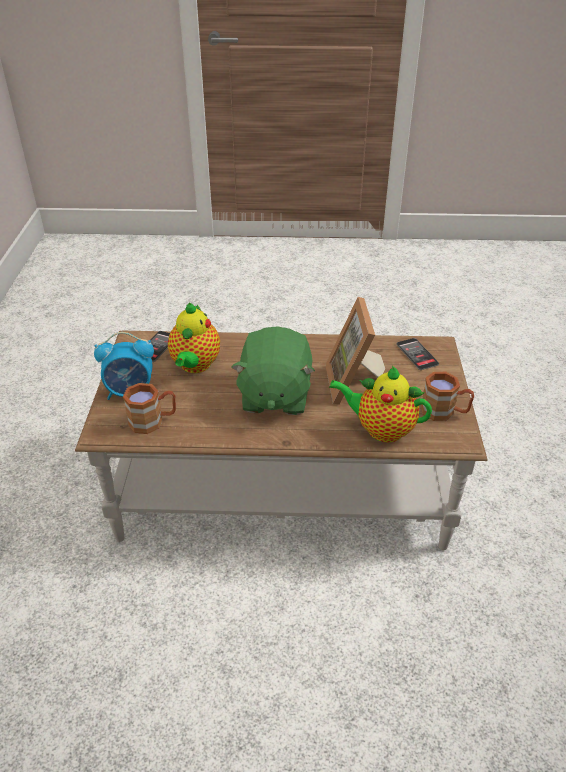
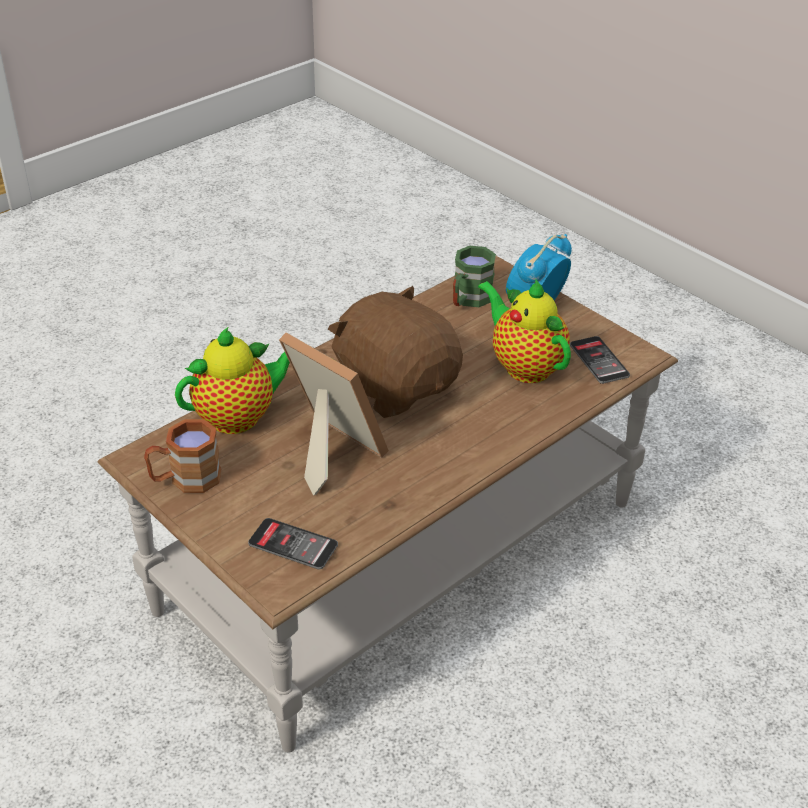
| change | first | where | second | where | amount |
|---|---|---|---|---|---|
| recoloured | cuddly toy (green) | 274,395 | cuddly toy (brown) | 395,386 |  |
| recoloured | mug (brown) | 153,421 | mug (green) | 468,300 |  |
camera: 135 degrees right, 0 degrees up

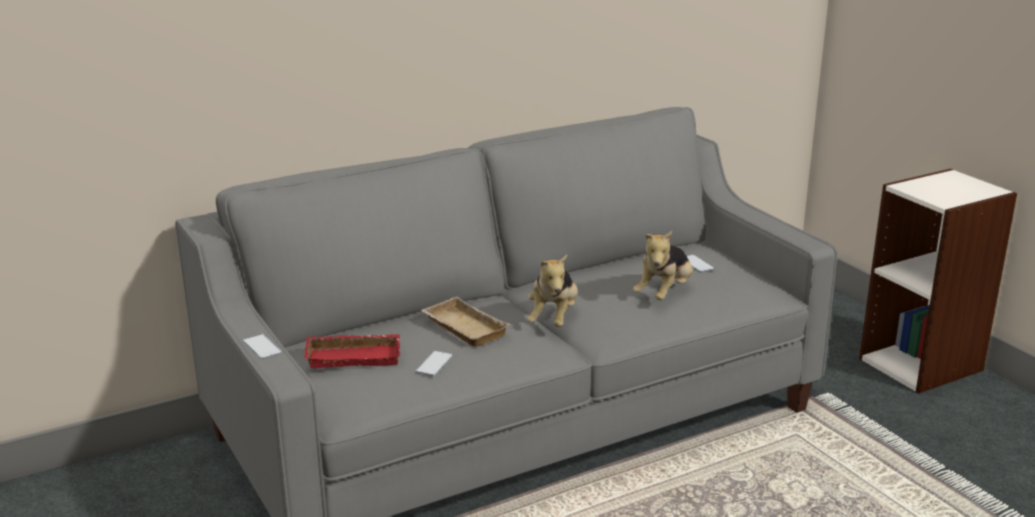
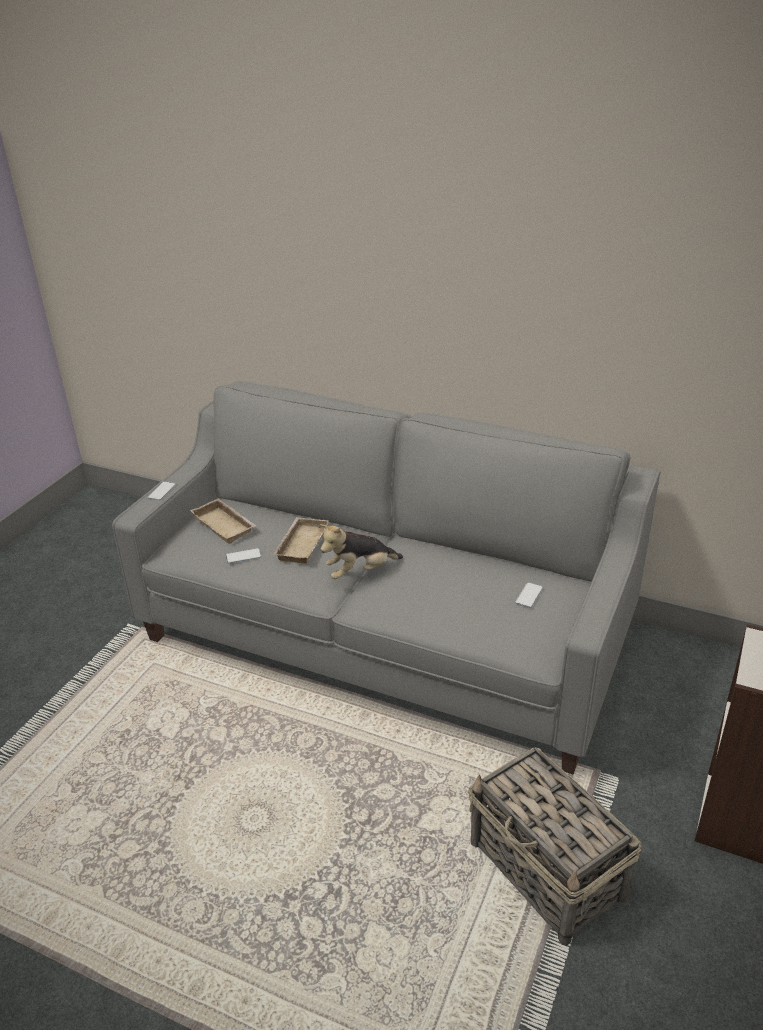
| change | first | where | second | where | amount |
|---|---|---|---|---|---|
| recoloured | carrying tray (reddish) | 355,356 | carrying tray (sand-coloured) | 226,525 |  |
| added |  |  | household basket | 547,871 |  |
| removed | cuddly toy | 664,293 |  |  |  |
camera: 55 degrees right, 10 degrees up

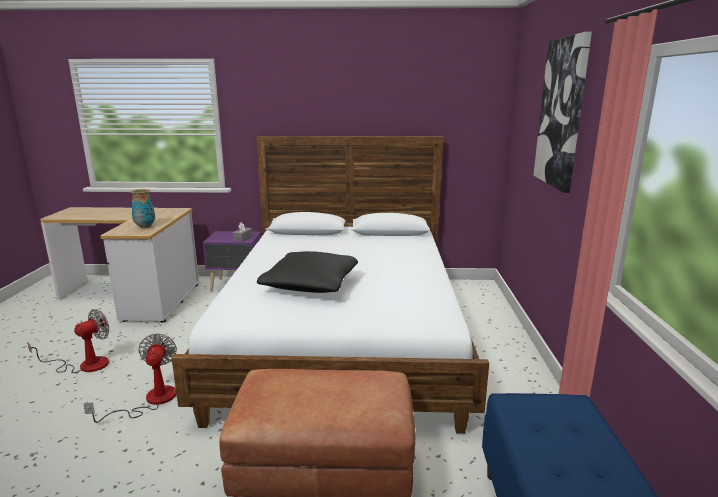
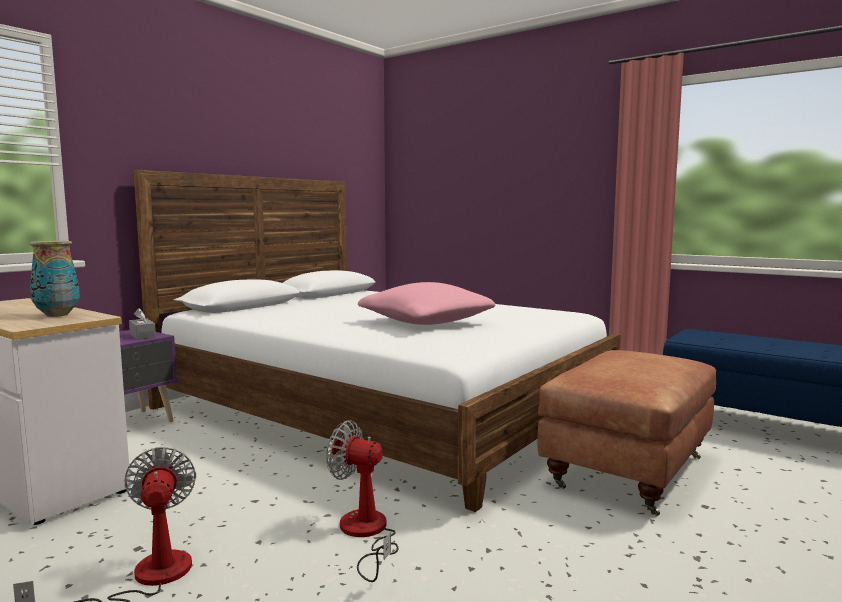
| change | first | where | second | where | amount |
|---|---|---|---|---|---|
| recoloured | pillow (black-coloured) | 311,285 | pillow (pink) | 426,322 |  |
| removed | wall picture | 562,113 |  |  |  |
camera: 55 degrees left, 10 degrees down

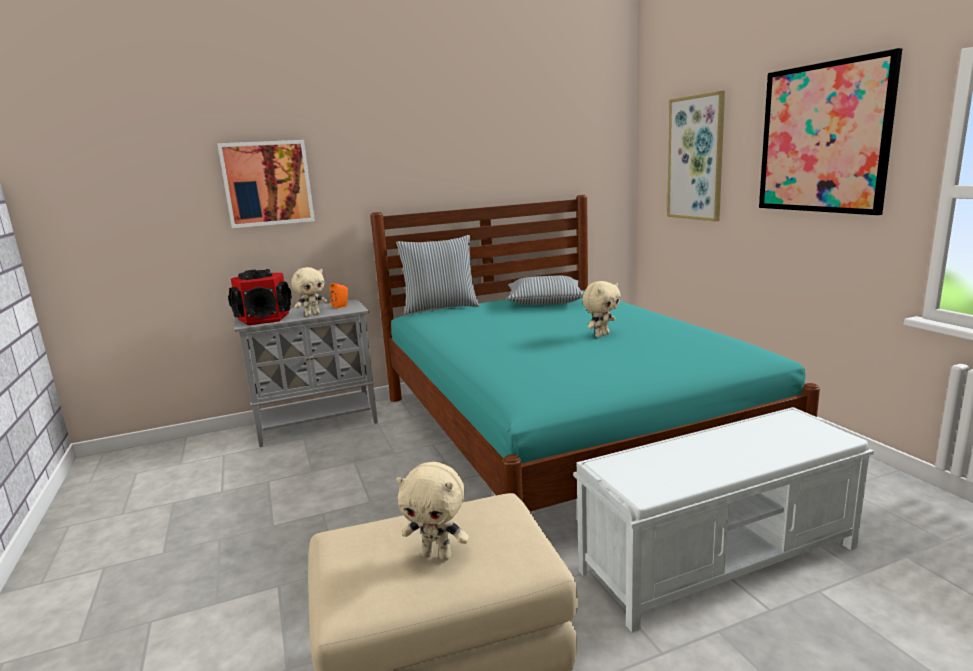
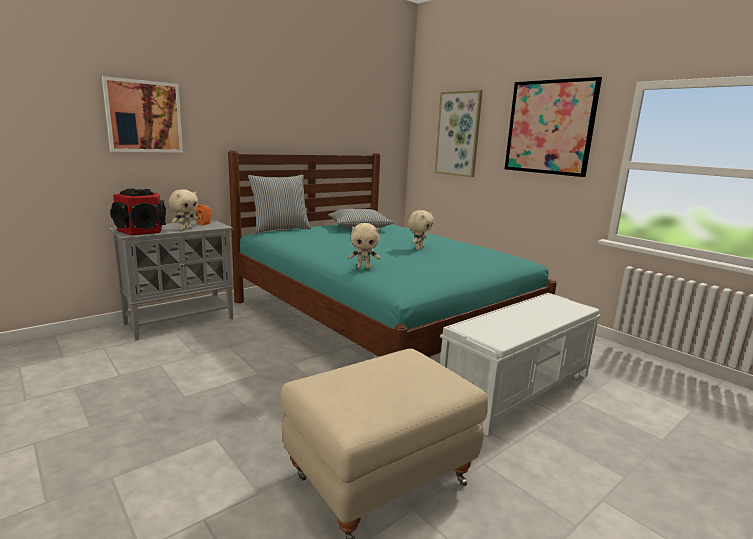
| change | first | where | second | where | amount |
|---|---|---|---|---|---|
| moved | cuddly toy (sand-coloured) | 437,555 |  | 364,268 |  |
camera: 20 degrees left, 0 degrees up

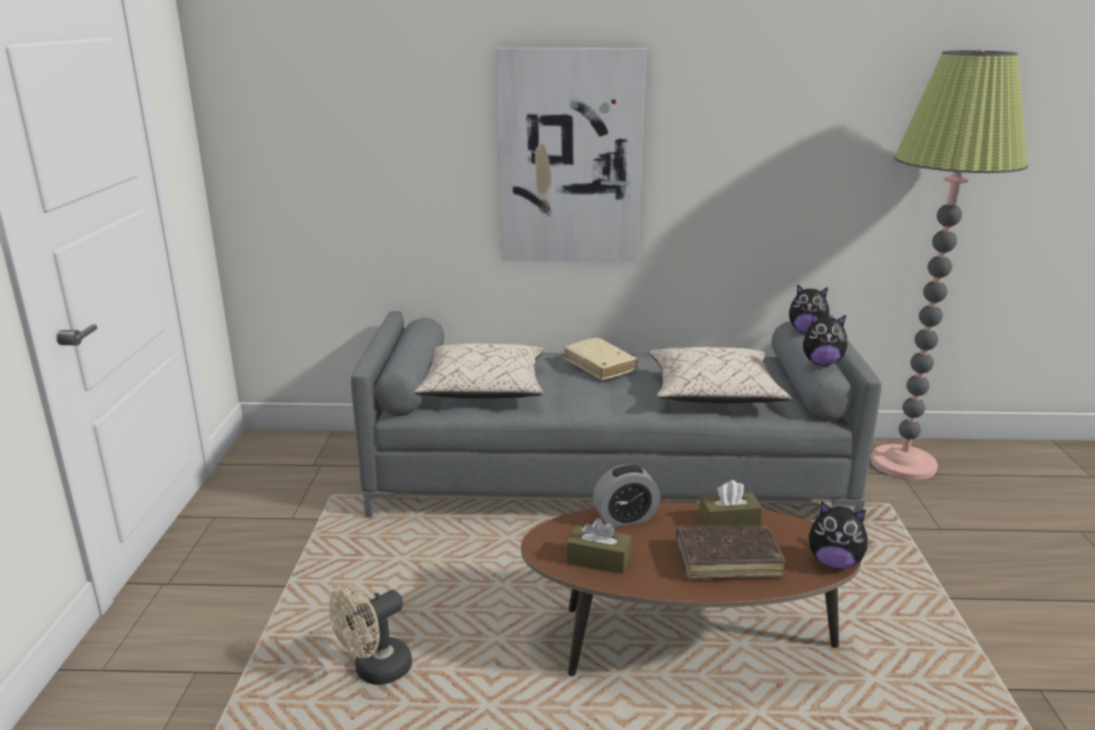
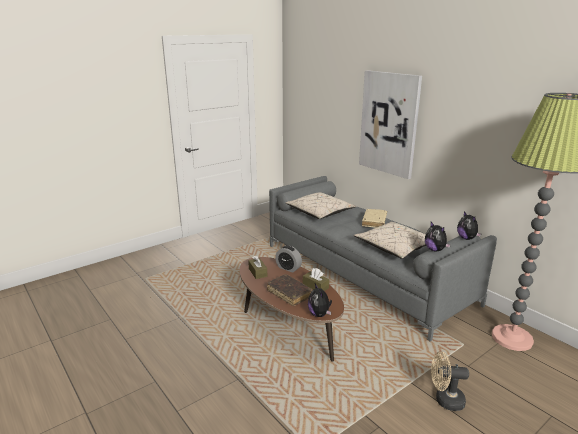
| change | first | where | second | where | amount |
|---|---|---|---|---|---|
| moved | electric fan (sand-coloured) | 375,671 |  | 445,400 |  |
camera: 50 degrees right, 0 degrees up

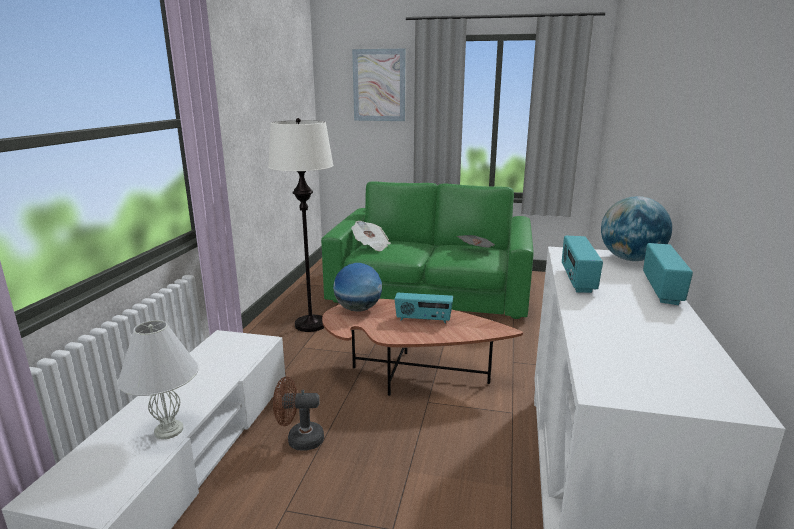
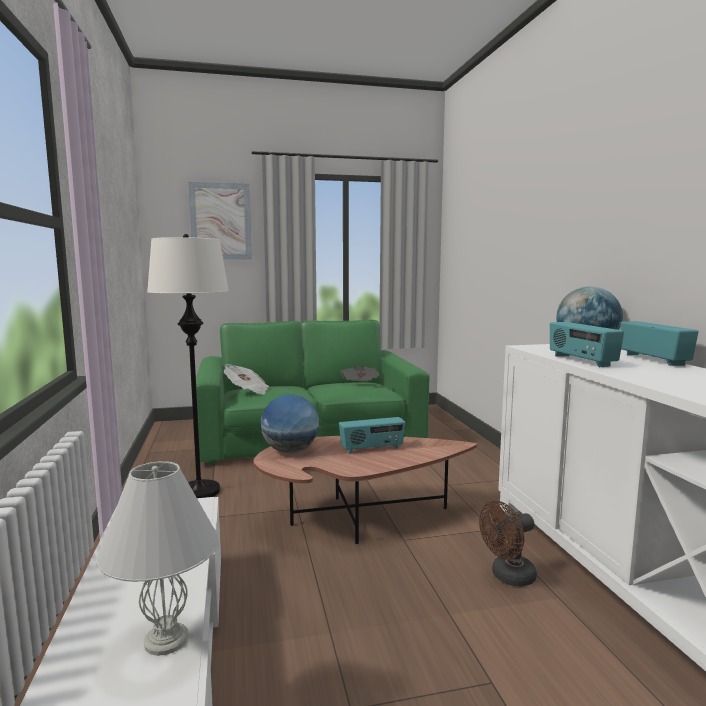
| change | first | where | second | where | amount |
|---|---|---|---|---|---|
| moved | electric fan (brown) | 299,440 |  | 508,577 |  |
camera: 25 degrees left, 10 degrees down

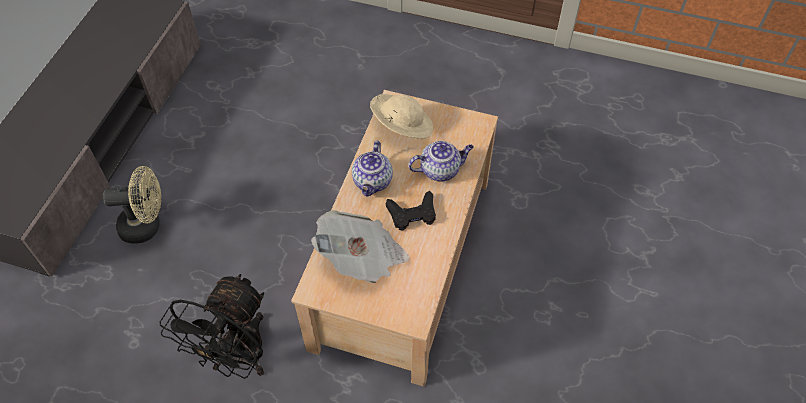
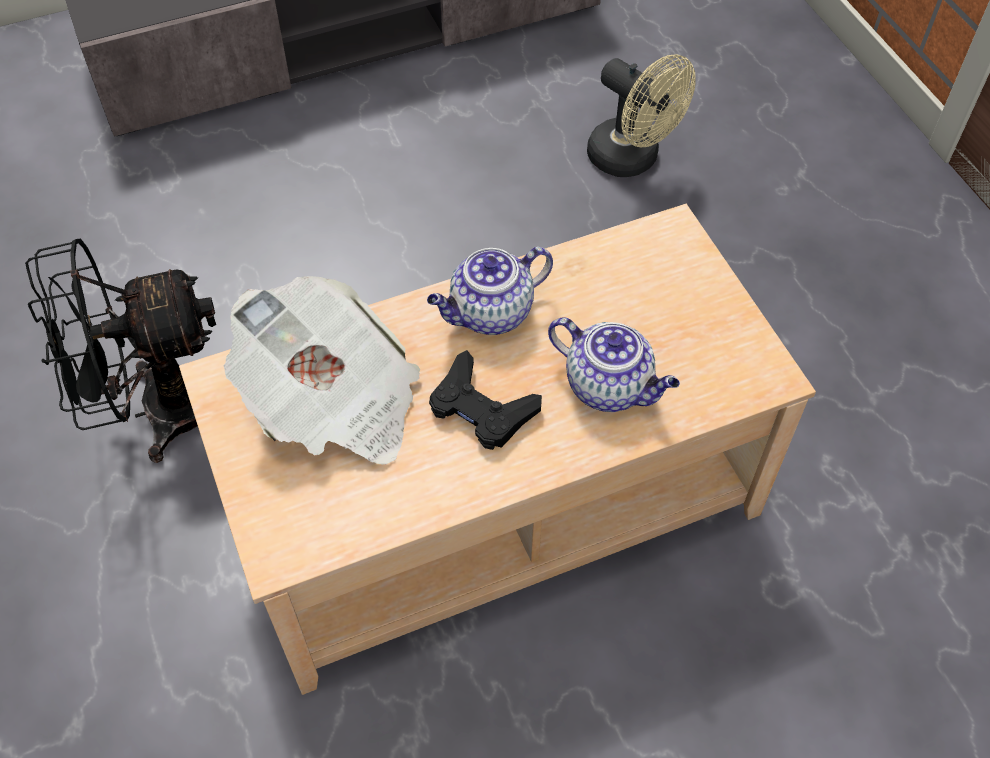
| change | first | where | second | where | amount |
|---|---|---|---|---|---|
| moved | electric fan (sand-coloured) | 147,225 |  | 632,159 |  |
| removed | hat (sand-coloured) | 401,126 |  |  |  |
camera: 50 degrees right, 0 degrees up

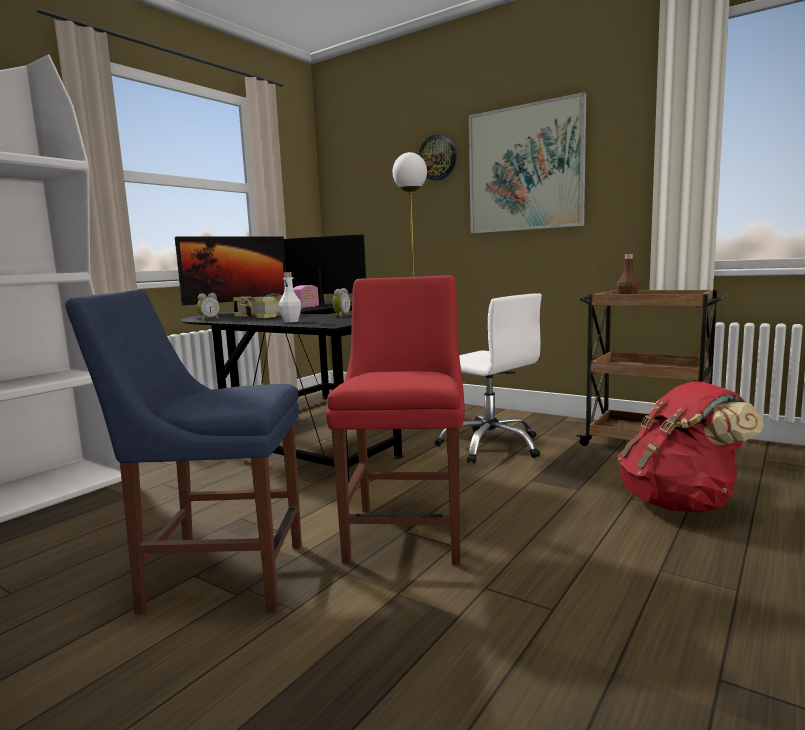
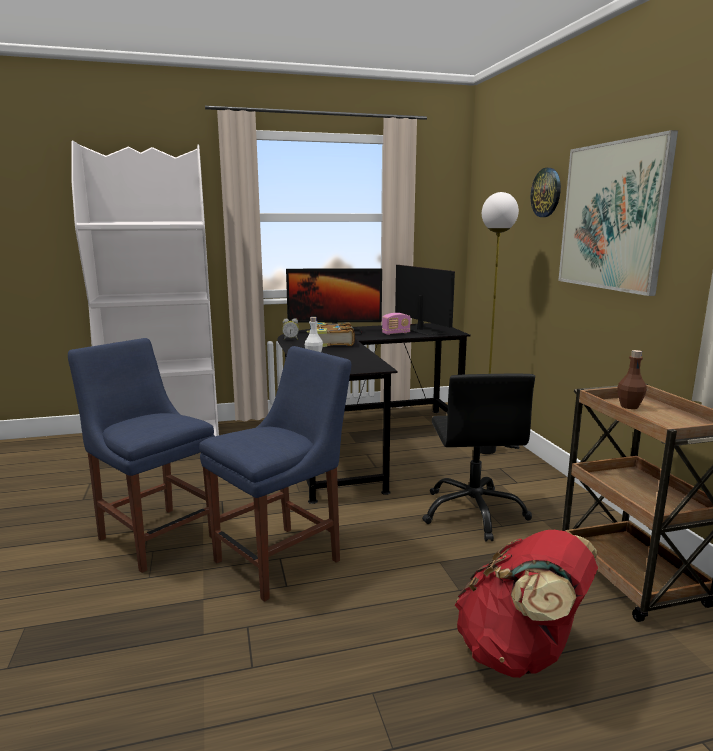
| change | first | where | second | where | amount |
|---|---|---|---|---|---|
| recoloured | chair (reddish) | 408,530 | chair (bluish) | 283,558 |  |
| recoloured | office chair (white) | 491,446 | office chair (black-coloured) | 473,512 |  |
| removed | table clock | 341,316 |  |  |  |
camera: 40 degrees right, 5 degrees up

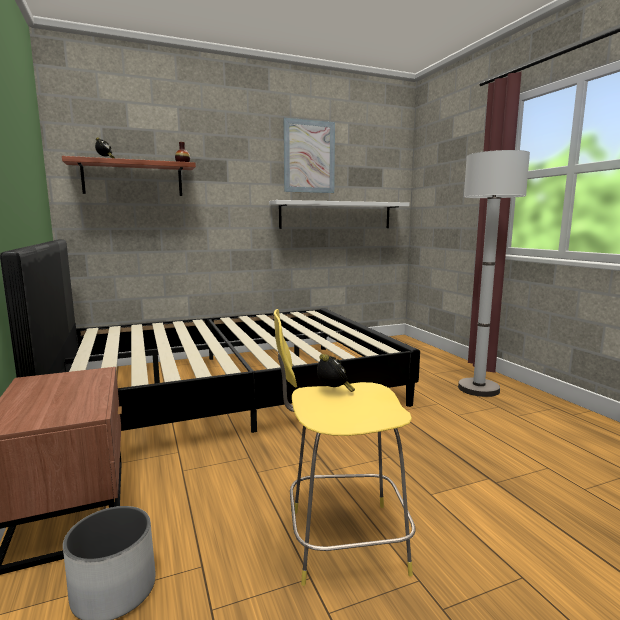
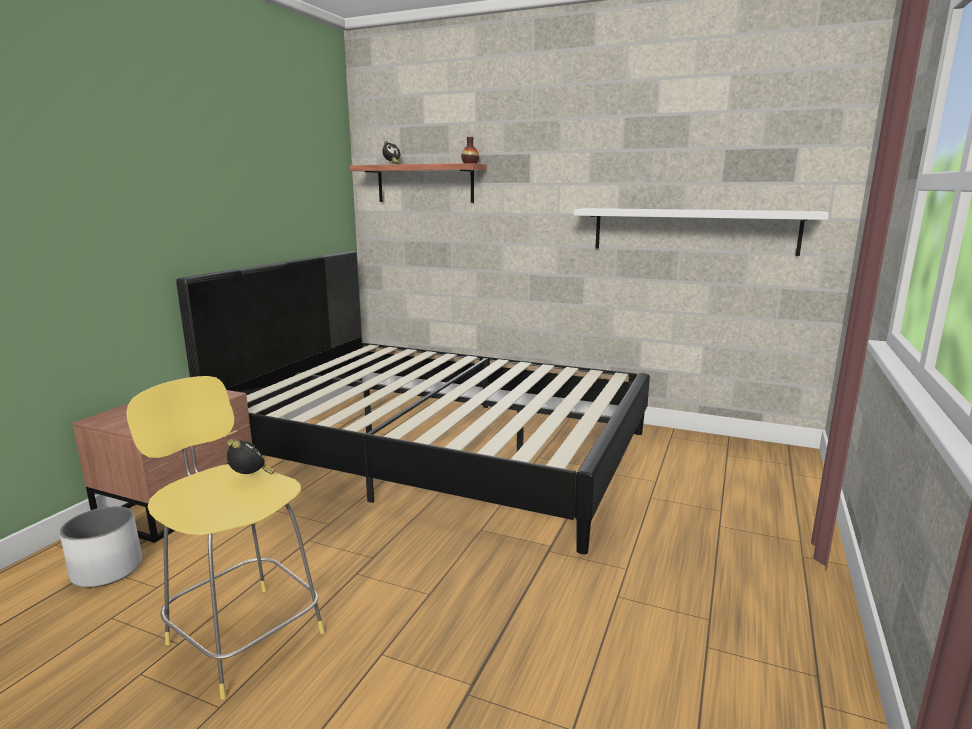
| change | first | where | second | where | amount |
|---|---|---|---|---|---|
| turned | table clock | 334,391 |  | 250,478 | 75 degrees counterclockwise |
| removed | wall picture | 309,157 |  |  |  |
| removed | standing lamp (white) | 478,389 |  |  |  |
camera: 45 degrees right, 5 degrees up

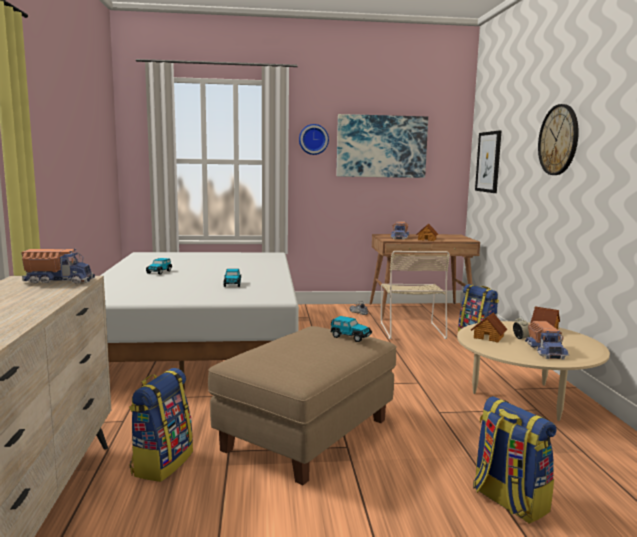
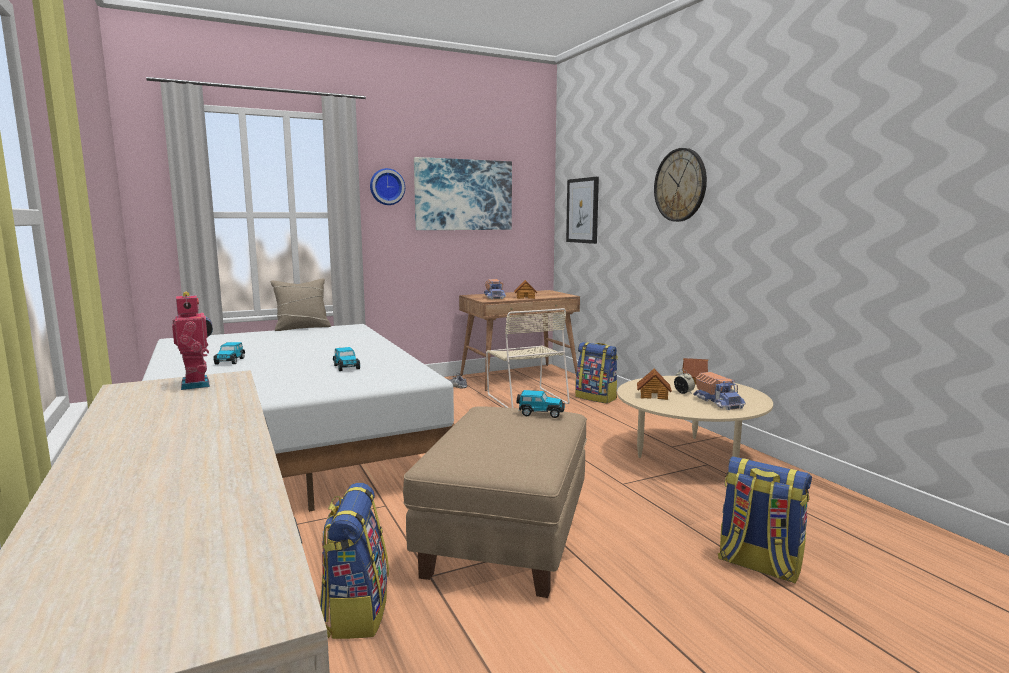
| change | first | where | second | where | amount |
|---|---|---|---|---|---|
| replaced | toy lorry | 59,281 | toy robot | 198,384 |  |
| added |  |  | pillow (sand-coloured) | 302,327 |  |
camera: 20 degrees left, 0 degrees up

